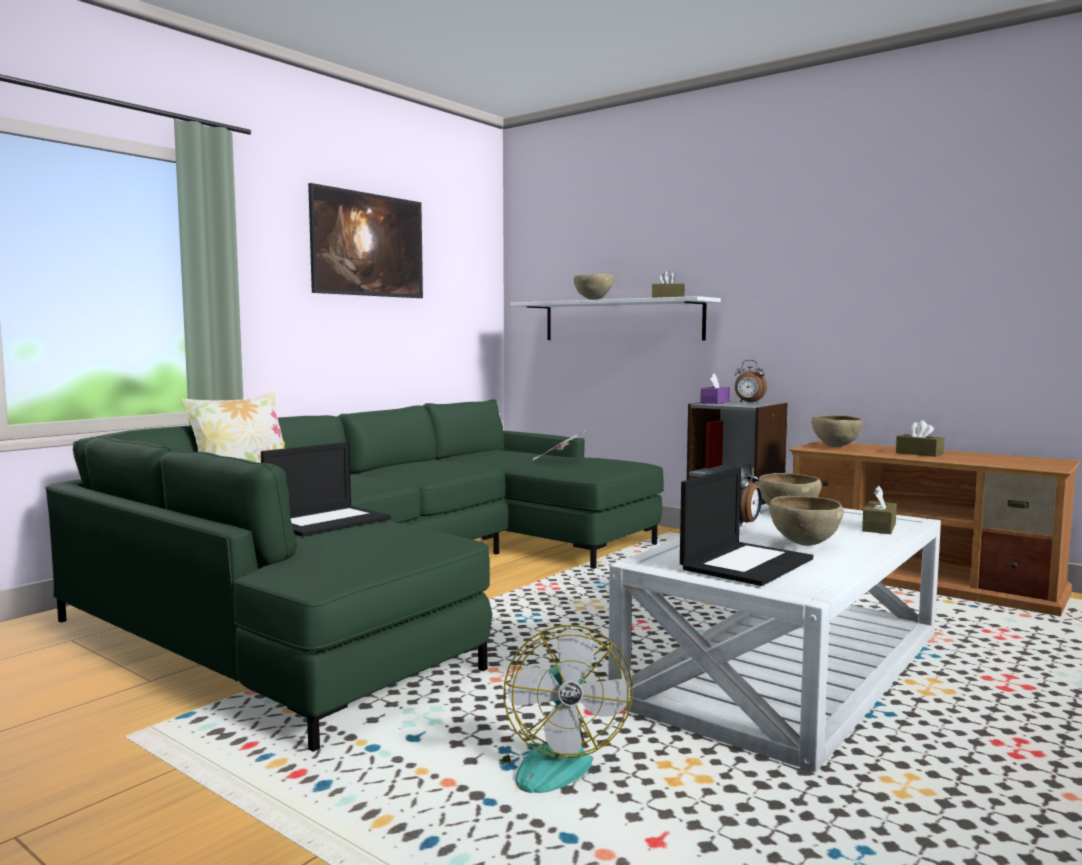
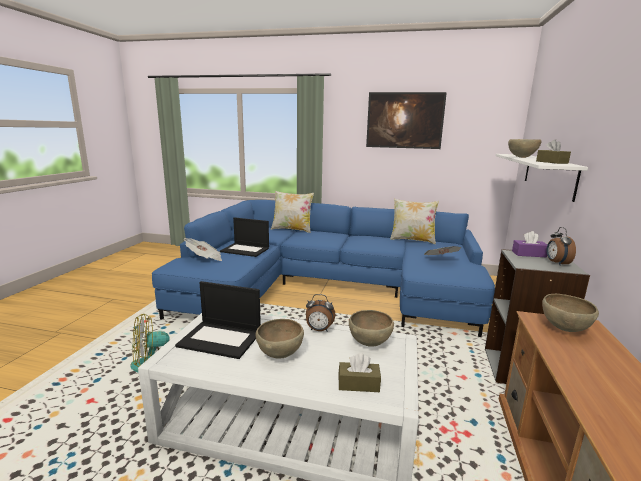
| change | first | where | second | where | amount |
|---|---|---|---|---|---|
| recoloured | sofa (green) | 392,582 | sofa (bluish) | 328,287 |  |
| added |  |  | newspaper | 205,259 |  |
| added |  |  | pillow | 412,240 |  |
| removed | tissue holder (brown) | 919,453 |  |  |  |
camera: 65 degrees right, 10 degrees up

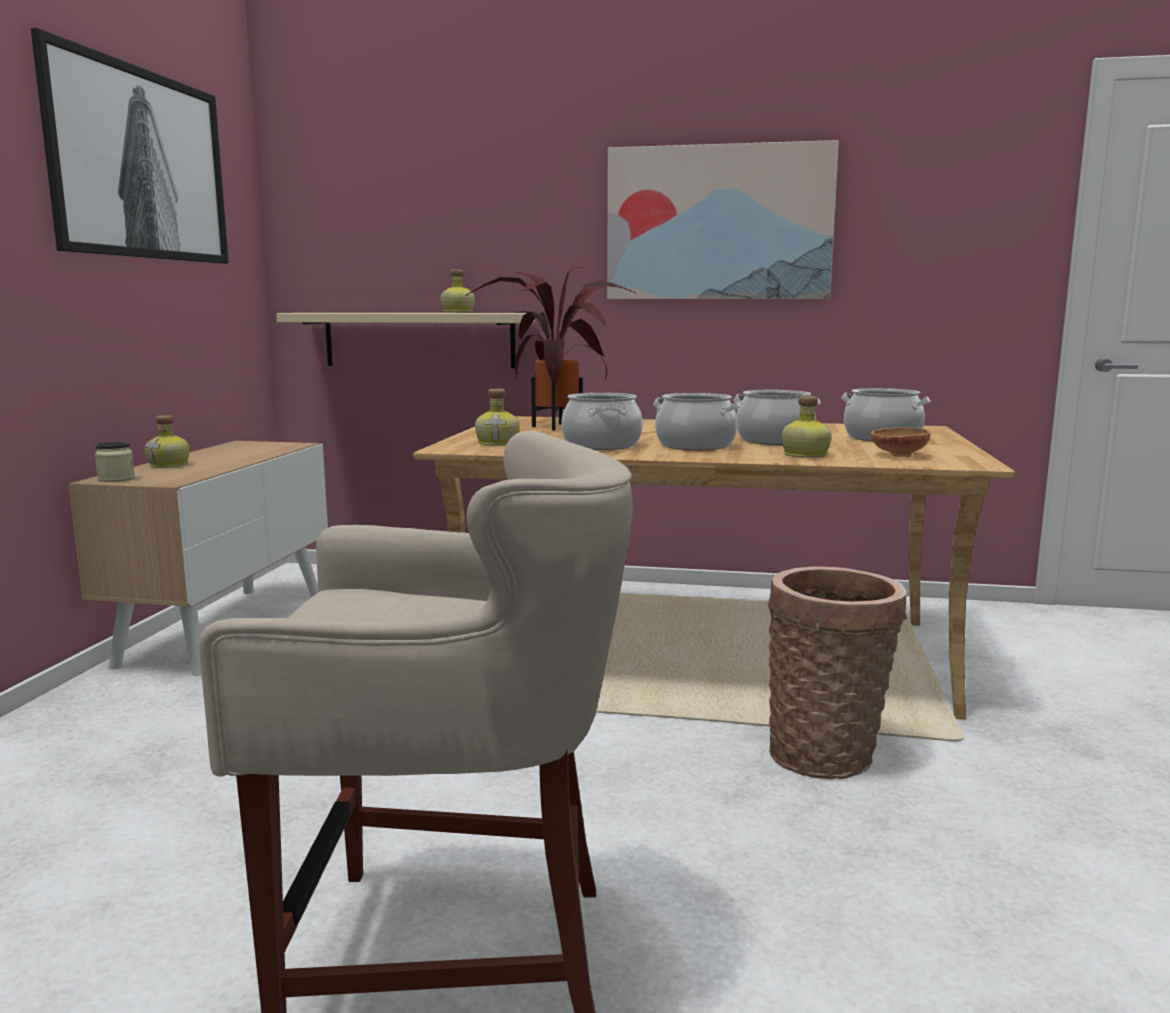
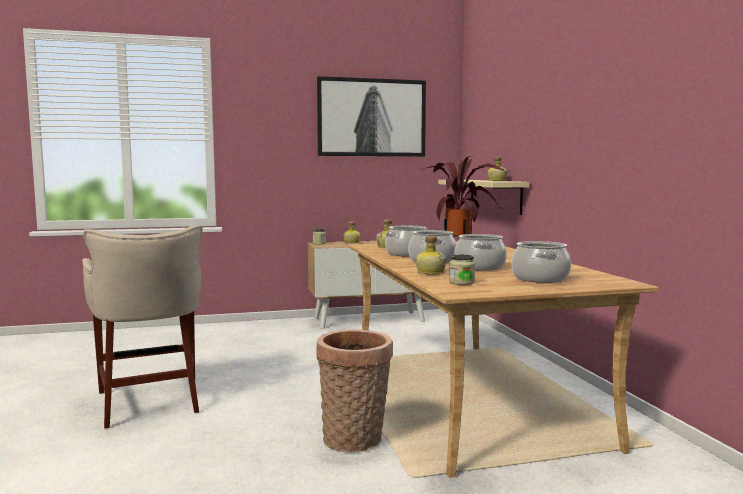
| change | first | where | second | where | amount |
|---|---|---|---|---|---|
| replaced | deep dish (brown) | 897,455 | jar | 461,282 |  |
| removed | wall picture | 718,223 |  |  |  |
camera: 65 degrees right, 5 degrees down

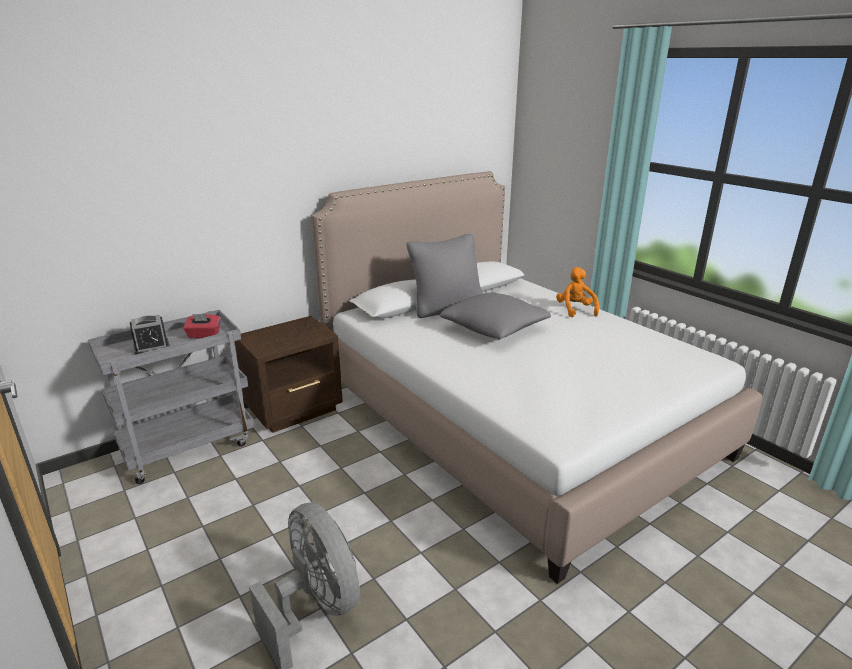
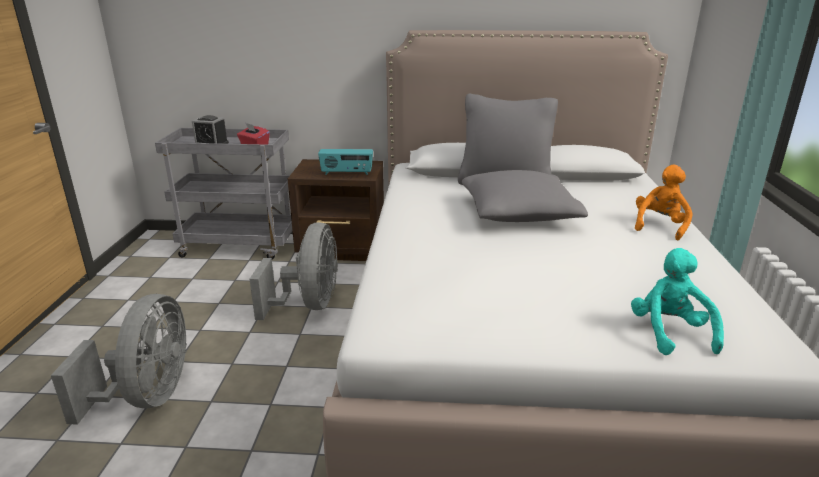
| change | first | where | second | where | amount |
|---|---|---|---|---|---|
| added |  |  | electric fan (greyish) | 309,305 |  |
| added |  |  | radio set | 346,173 |  |
| added |  |  | cuddly toy (turquoise) | 669,333 |  |
camera: 40 degrees right, 0 degrees up

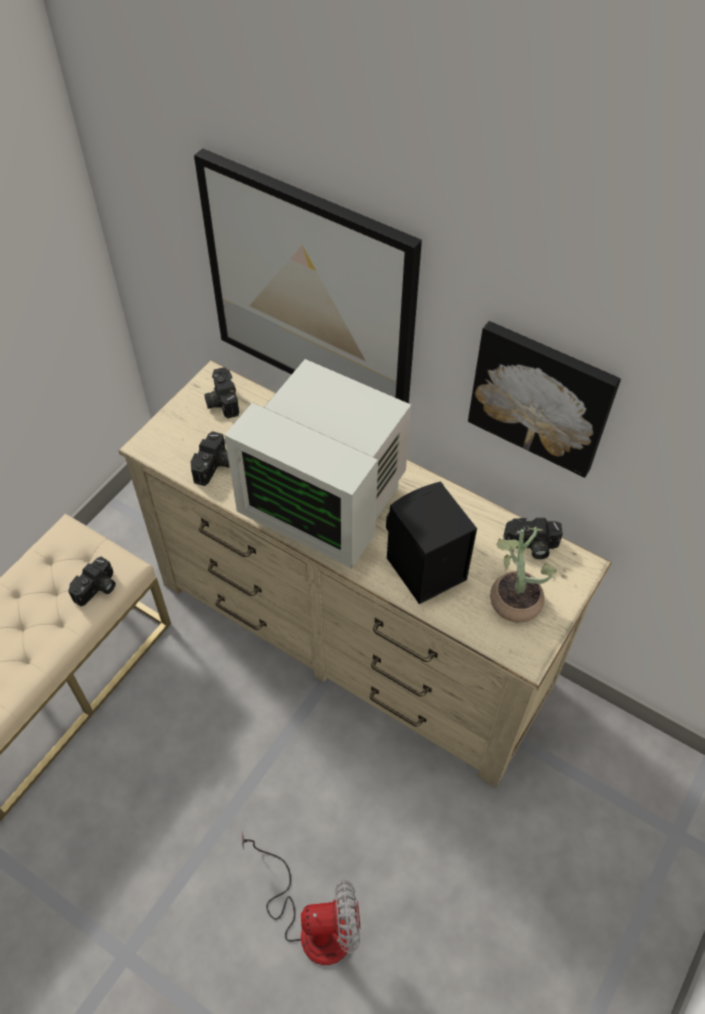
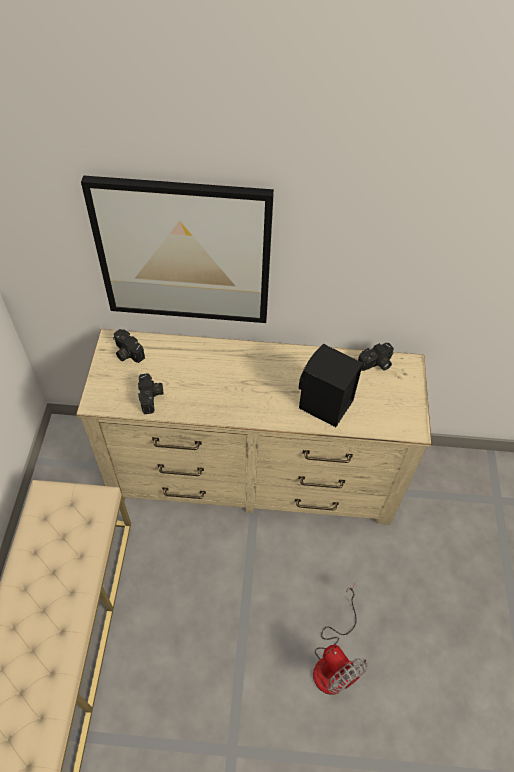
| change | first | where | second | where | amount |
|---|---|---|---|---|---|
| turned | electric fan | 312,921 |  | 334,661 | 90 degrees clockwise |
| removed | photo camera | 97,589 |  |  |  |
| removed | computer display | 326,501 |  |  |  |
| removed | wall picture | 541,397 |  |  |  |
| removed | plant in a pot | 514,595 |  |  |  |
camera: 30 degrees left, 0 degrees up

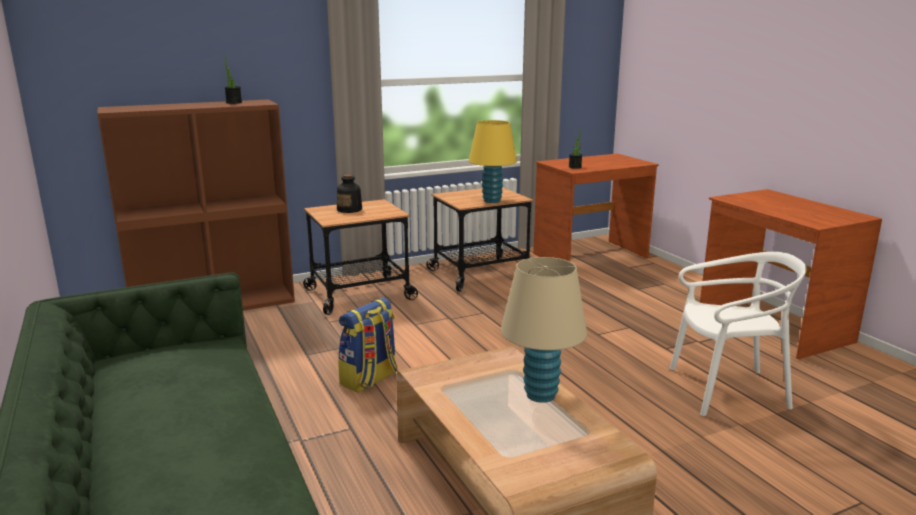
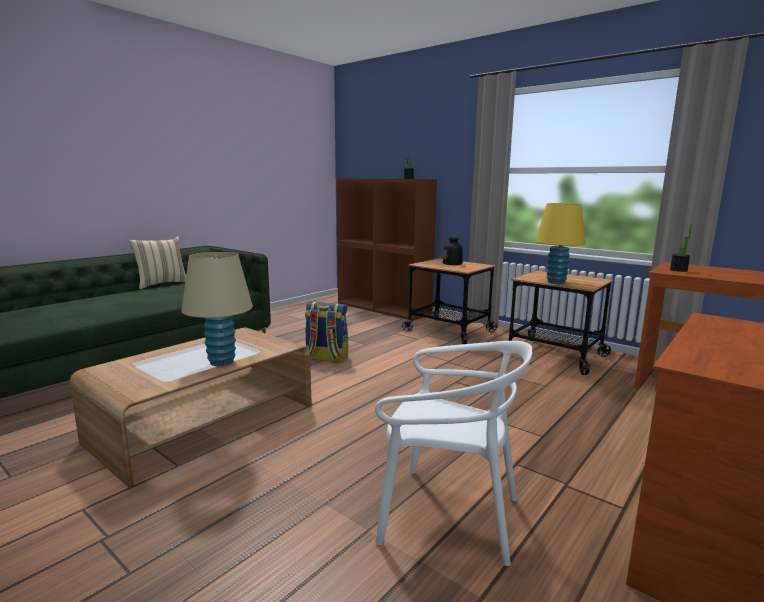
| change | first | where | second | where | amount |
|---|---|---|---|---|---|
| added |  |  | pillow (sand-coloured) | 161,284 |  |
| turned | chair (white) | 727,390 |  | 449,515 | 45 degrees counterclockwise |
camera: 65 degrees right, 5 degrees down

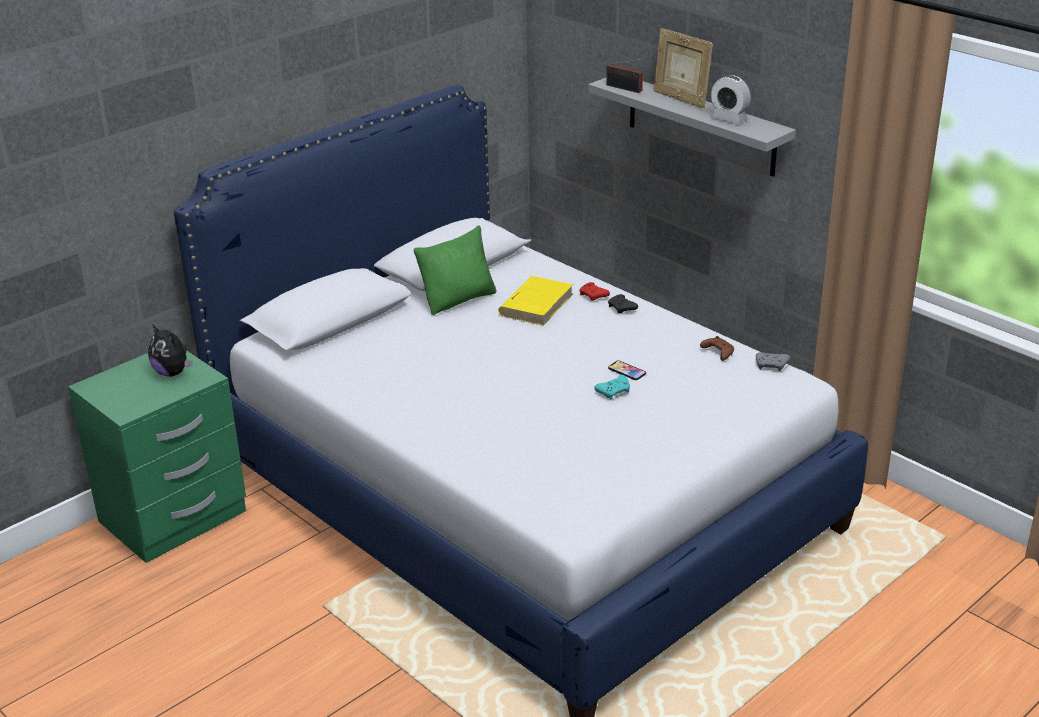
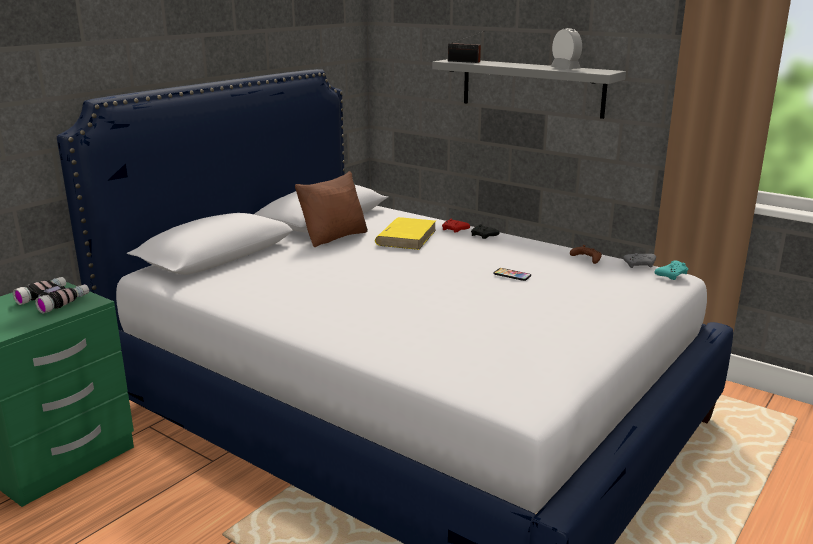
| change | first | where | second | where | amount |
|---|---|---|---|---|---|
| replaced | cuddly toy | 173,373 | binoculars | 54,300 |  |
| recoloured | pillow (green) | 458,300 | pillow (brown) | 334,237 |  |
| turned | table clock | 729,119 |  | 565,68 | 150 degrees counterclockwise |
| moved | game controller (turquoise) | 614,391 |  | 672,275 |  |
| removed | photo frame | 680,99 |  |  |  |
camera: 10 degrees left, 10 degrees down

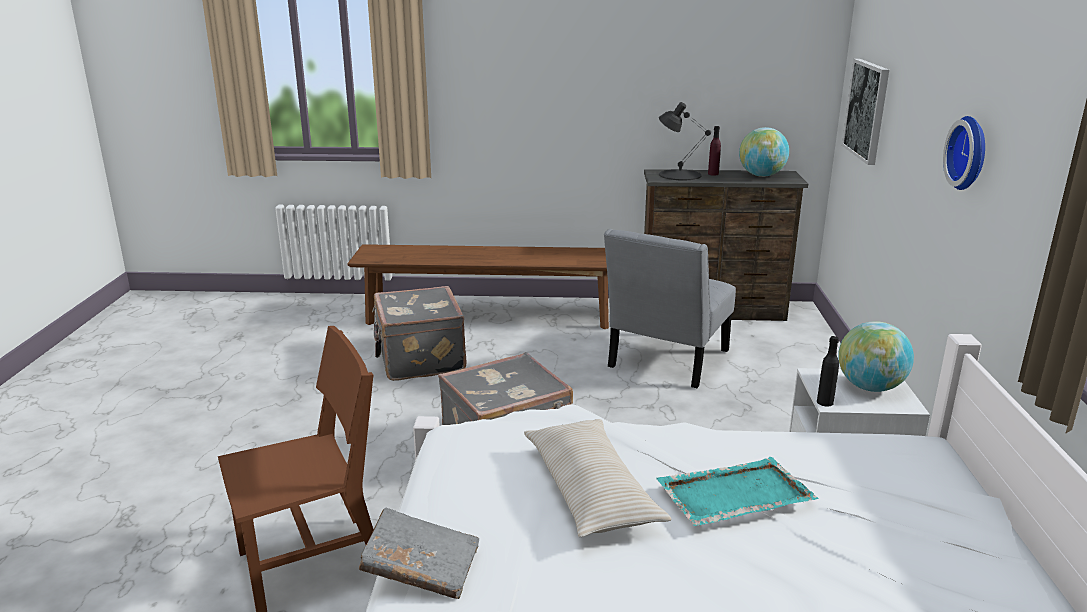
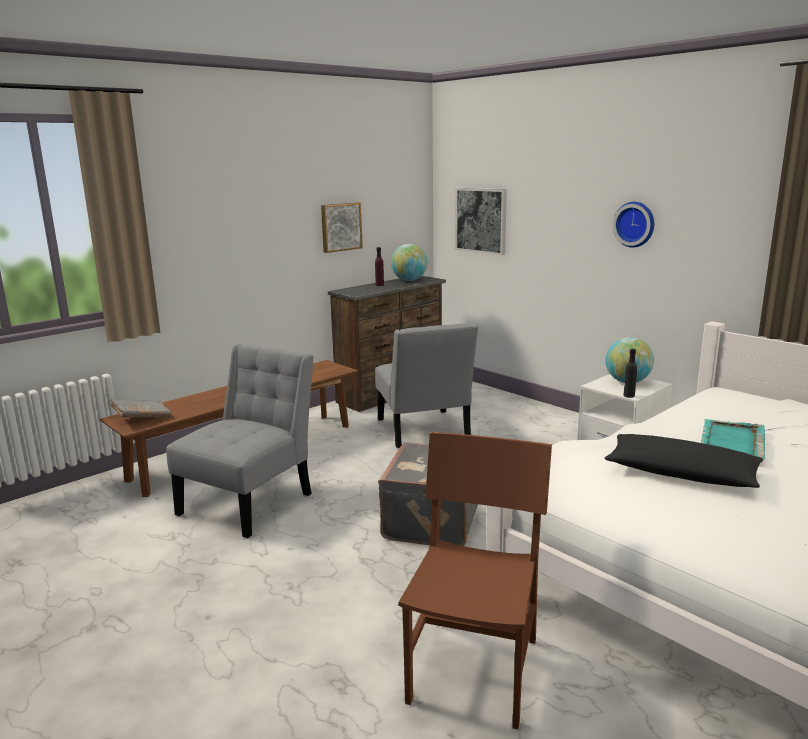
| change | first | where | second | where | amount |
|---|---|---|---|---|---|
| moved | bound book (greyish) | 421,568 |  | 142,417 |  |
| replaced | travel case (greyish) | 419,359 | chair (greyish) | 251,501 |  |
| added |  |  | wall picture | 340,227 |  |
| recoloured | pillow (sand-coloured) | 591,490 | pillow (black-coloured) | 681,474 |  |
| removed | lamp for a table (black-coloured) | 679,175 |  |  |  |
camera: 45 degrees left, 5 degrees down

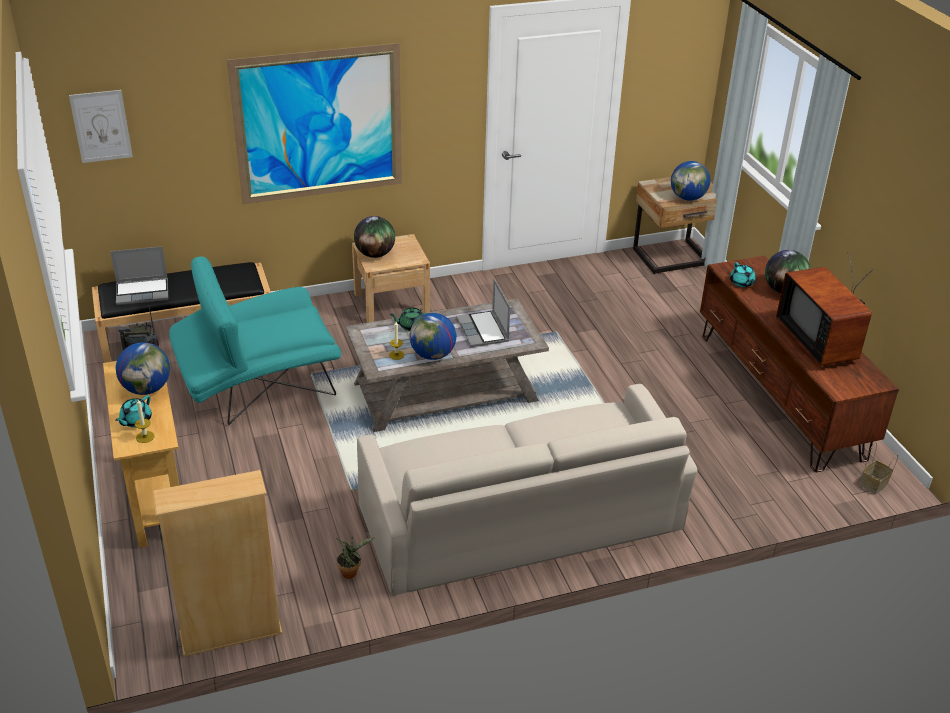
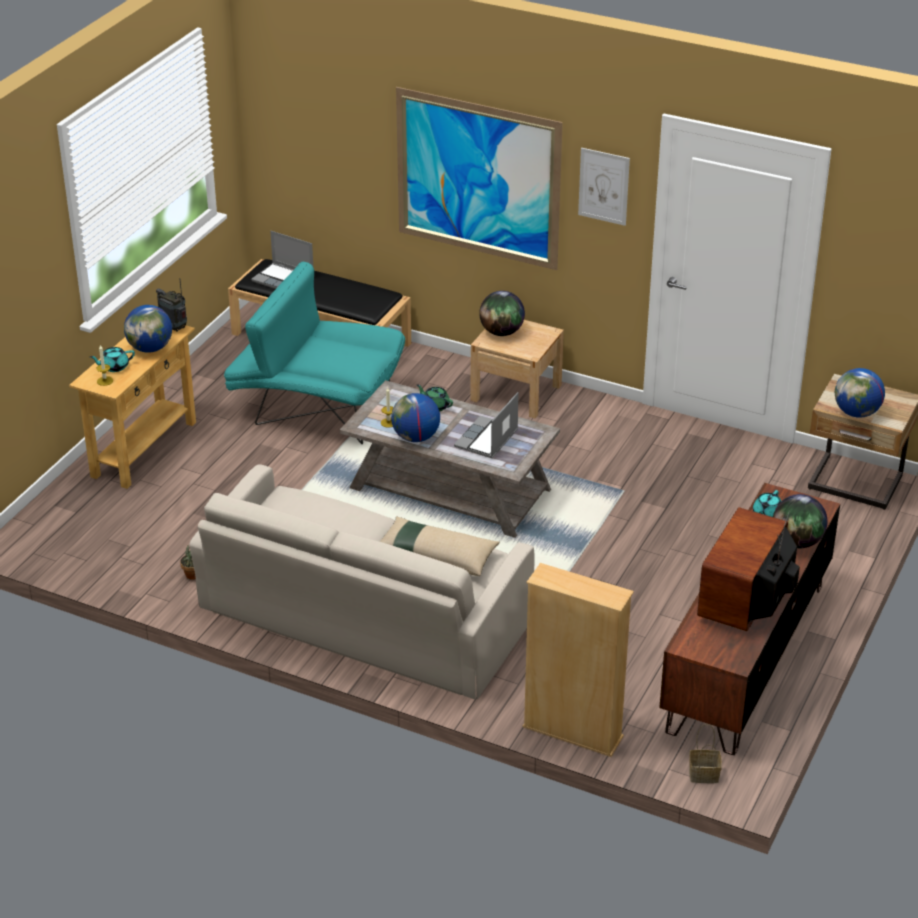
| change | first | where | second | where | amount |
|---|---|---|---|---|---|
| added |  |  | pillow (sand-coloured) | 436,555 |  |
| moved | bookshelf (sand-coloured) | 231,633 |  | 572,732 |  |
| moved | wall picture | 101,126 |  | 603,186 |  |
camera: 45 degrees right, 0 degrees up

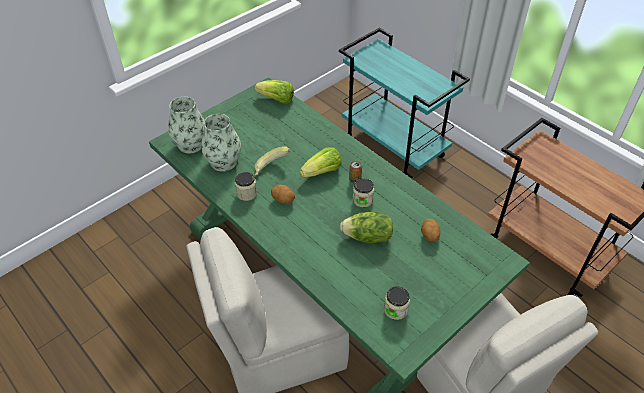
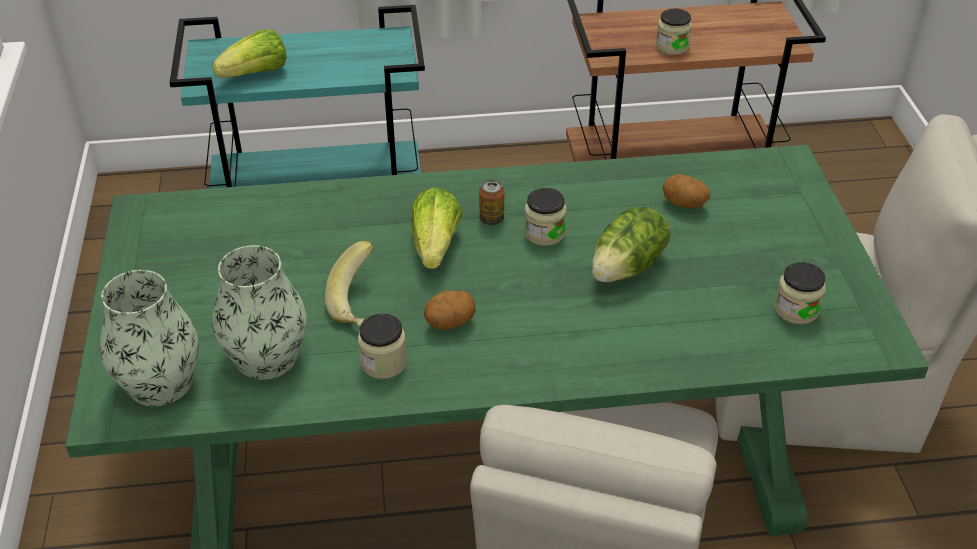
| change | first | where | second | where | amount |
|---|---|---|---|---|---|
| moved | lettuce | 276,99 |  | 256,74 |  |
| added |  |  | jar | 672,46 |  |
camera: 55 degrees left, 5 degrees down

